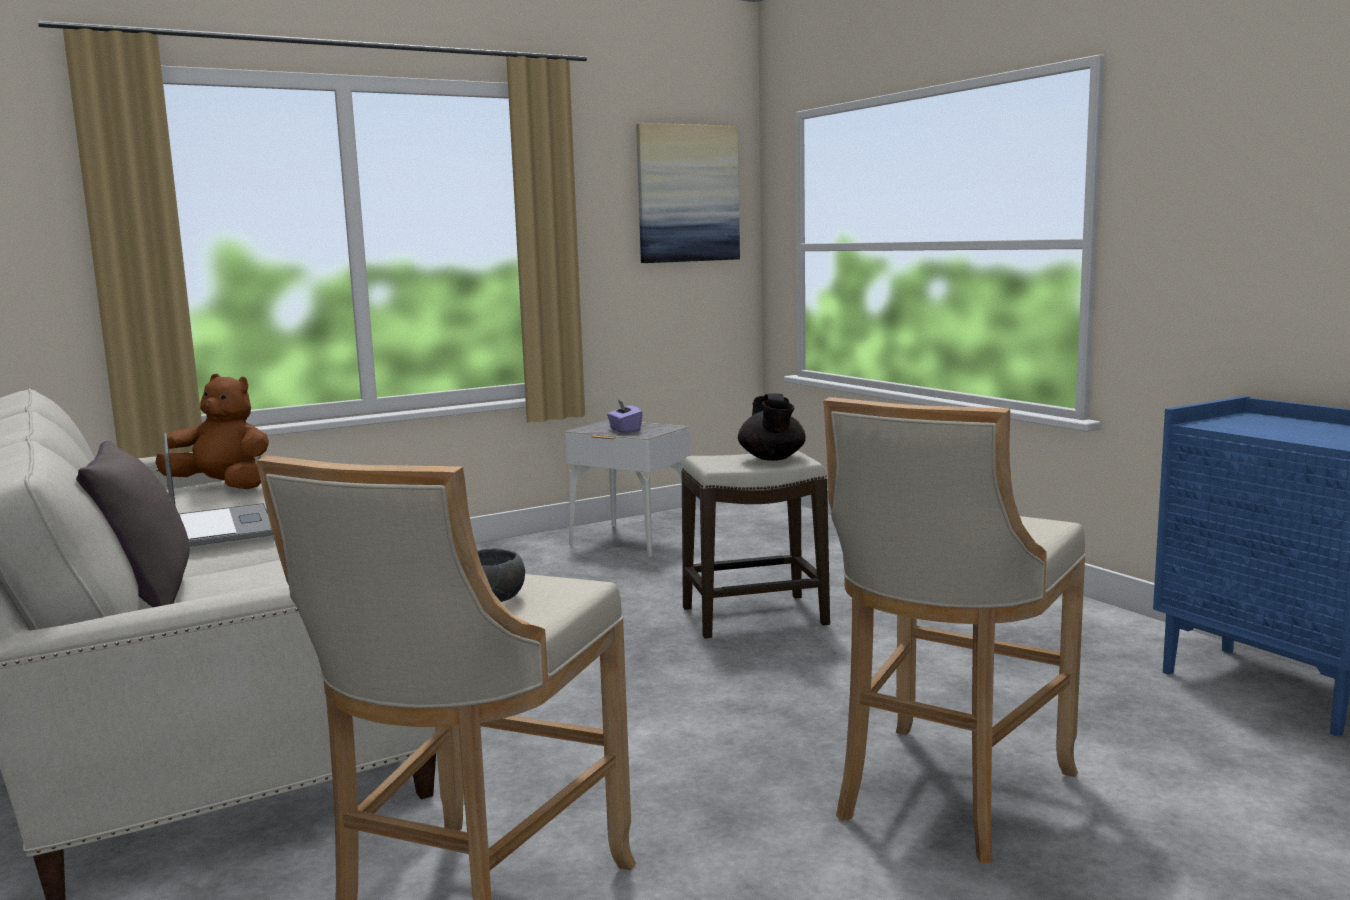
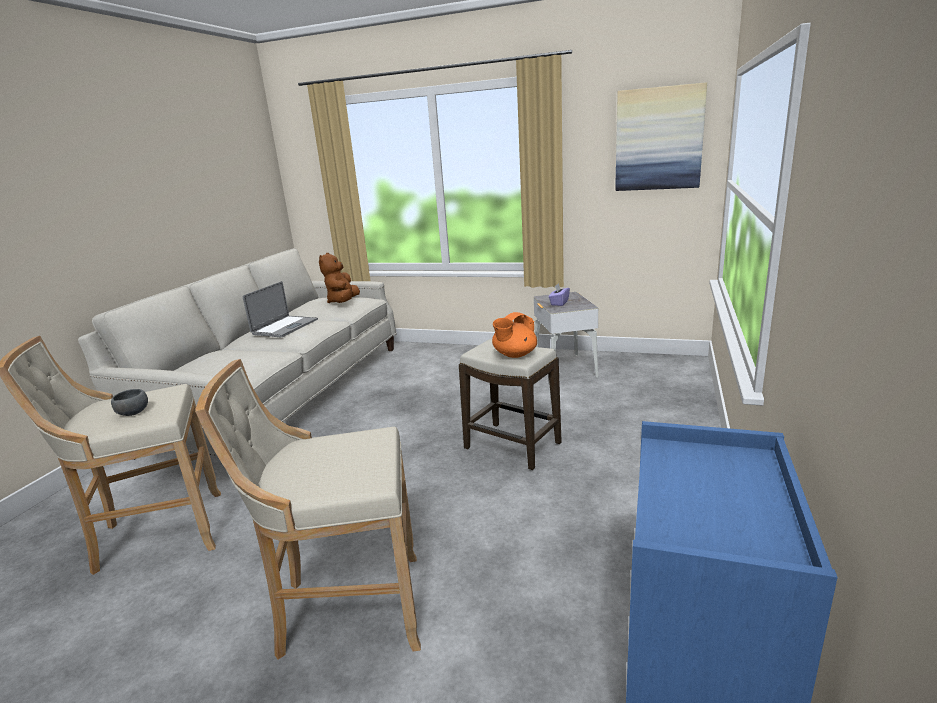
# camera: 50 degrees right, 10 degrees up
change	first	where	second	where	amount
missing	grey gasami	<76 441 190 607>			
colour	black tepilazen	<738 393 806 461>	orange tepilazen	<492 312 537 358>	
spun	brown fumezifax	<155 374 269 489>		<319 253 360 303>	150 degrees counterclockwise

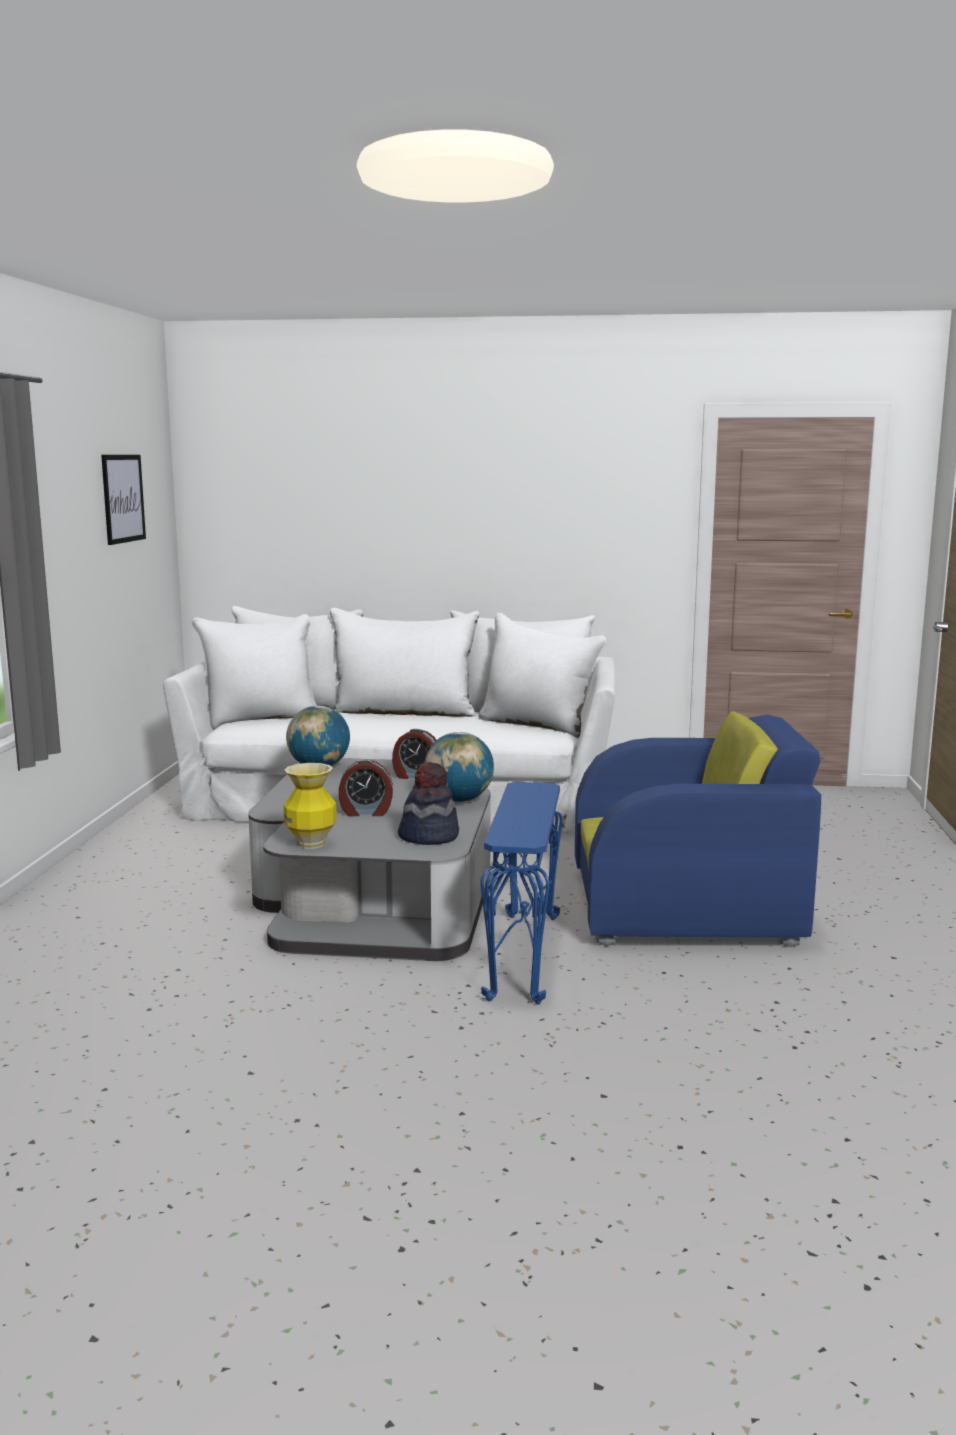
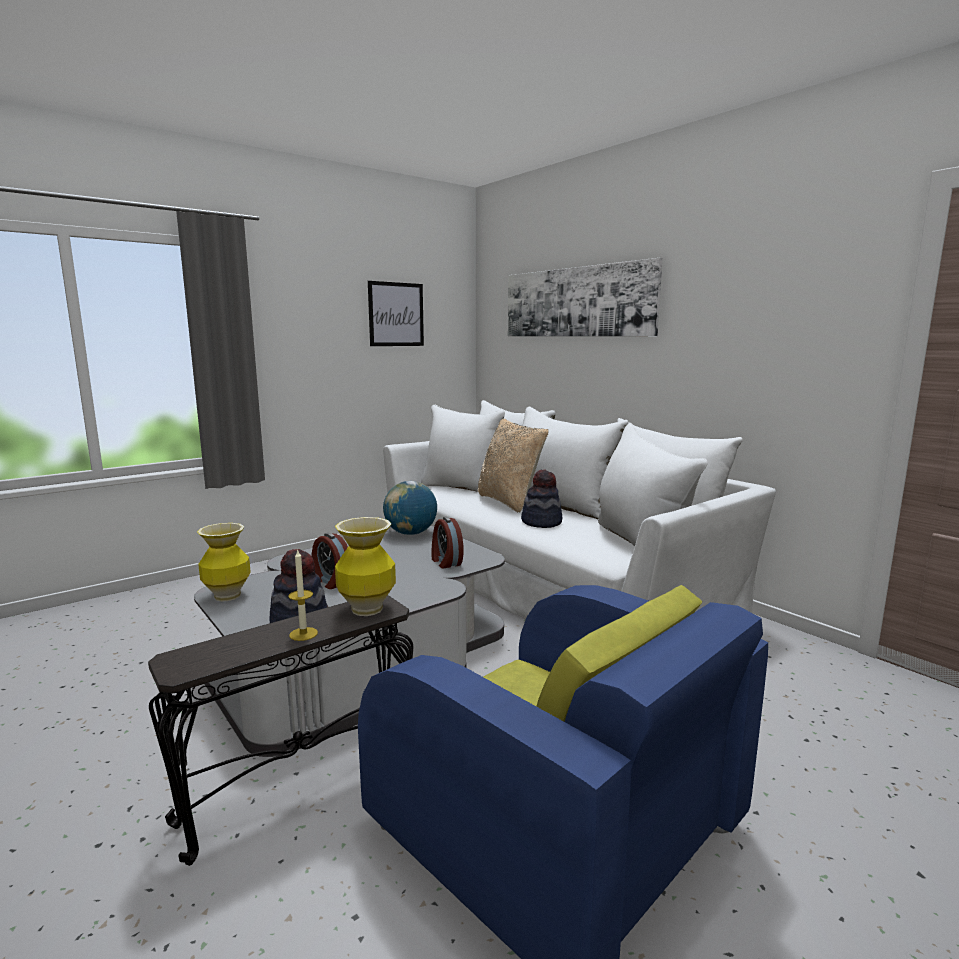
# camera: 45 degrees right, 0 degrees up
change	first	where	second	where	amount
missing	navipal	<425 732 494 802>			
appeared			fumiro	<288 549 318 641>	
appeared			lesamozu	<335 517 396 616>	
appeared			beige gasami	<478 418 549 513>	
appeared			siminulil	<508 258 663 336>	
appeared			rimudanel	<521 470 562 528>	
colour	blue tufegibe	<480 782 563 1004>	black tufegibe	<148 595 413 866>	

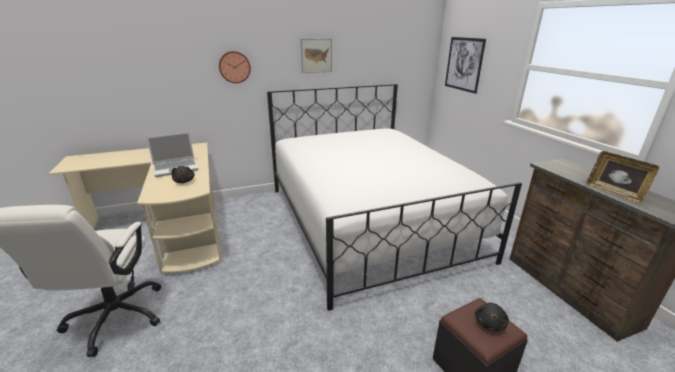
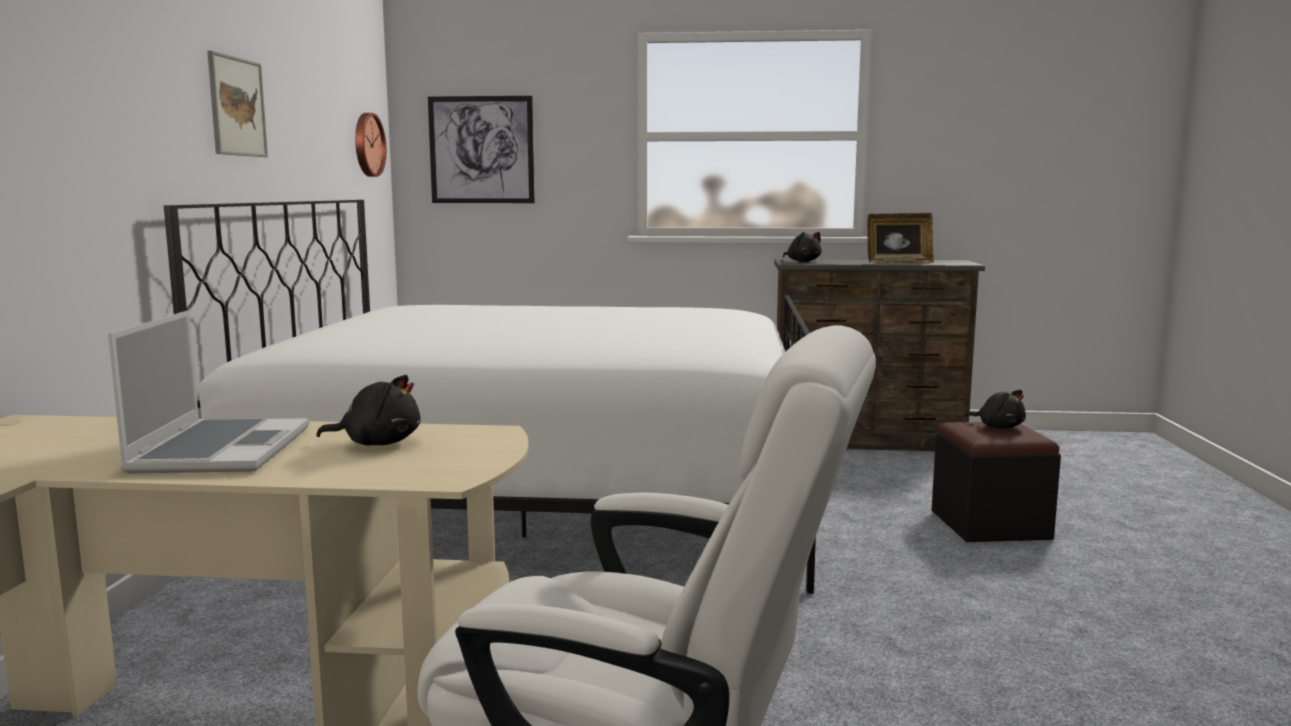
# camera: 65 degrees left, 15 degrees down
change	first	where	second	where	amount
appeared			black fumezifax	<783 232 822 262>	
relocated	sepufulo	<219 51 251 83>		<355 113 386 177>	

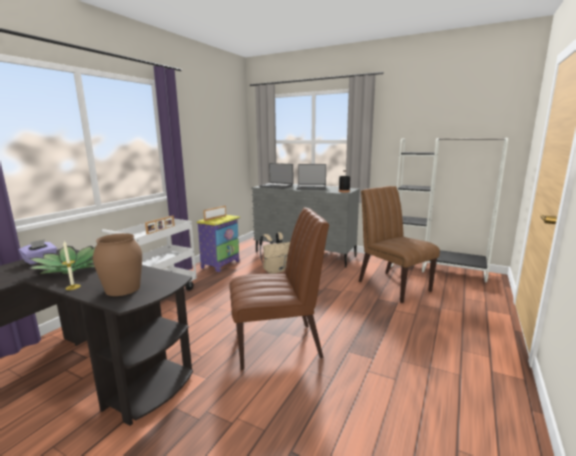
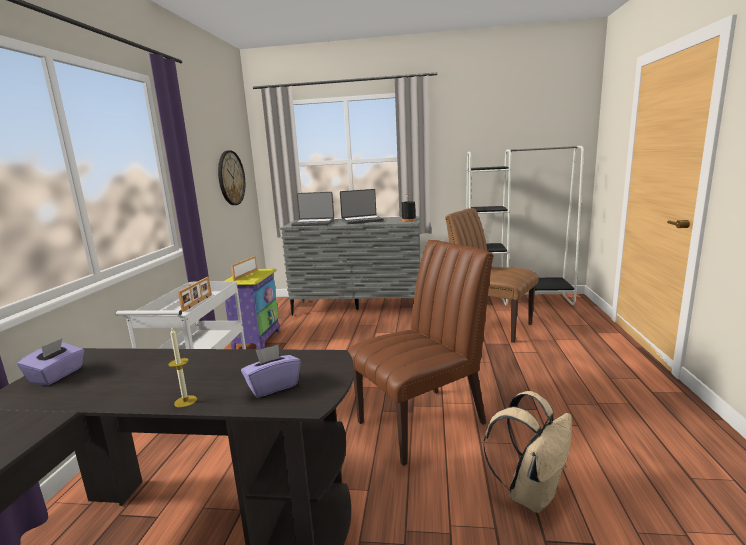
# camera: 20 degrees left, 0 degrees up
change	first	where	second	where	amount
missing	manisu	<28 246 96 275>			
appeared			sepufulo	<218 150 245 205>	
relocated	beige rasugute	<259 232 290 274>		<483 391 572 513>	
exchanged	brown lesamozu	<93 233 142 296>	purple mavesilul	<241 345 301 398>	

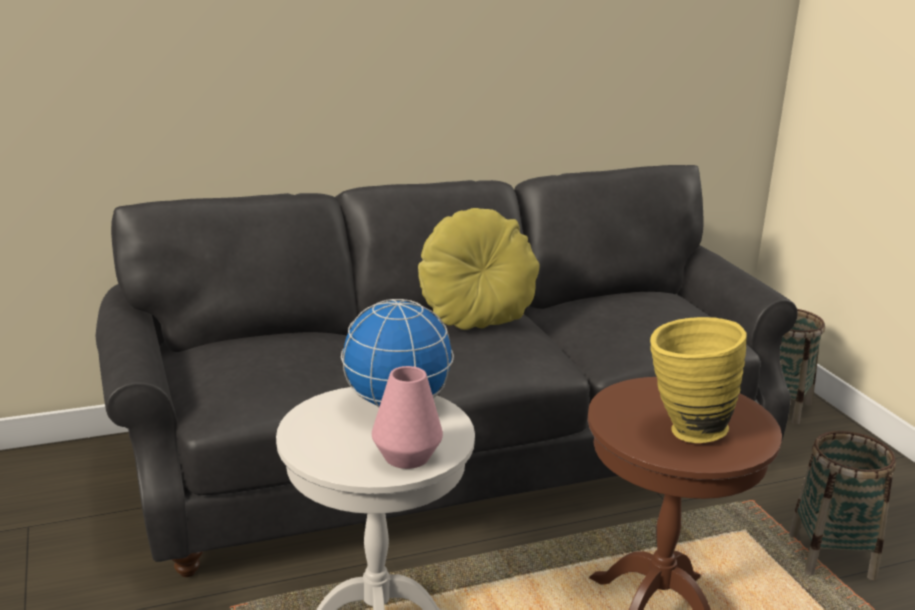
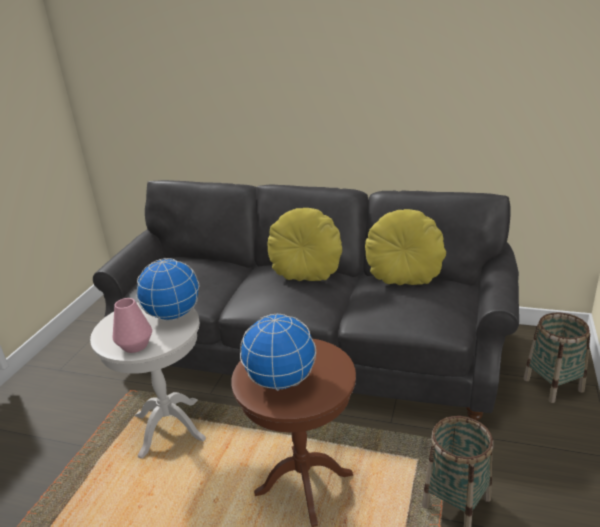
# camera: 40 degrees right, 5 degrees up
change	first	where	second	where	amount
appeared			yellow gasami	<365 209 446 285>	
exchanged	yellow lesamozu	<650 317 747 443>	navipal	<240 313 316 391>	

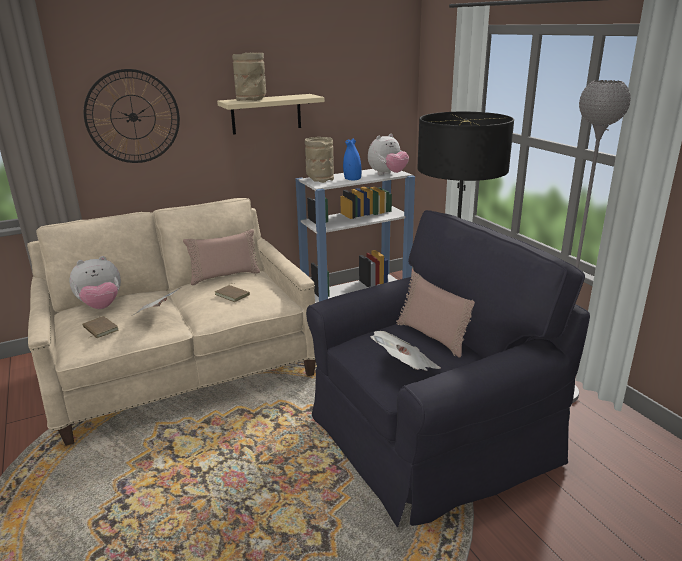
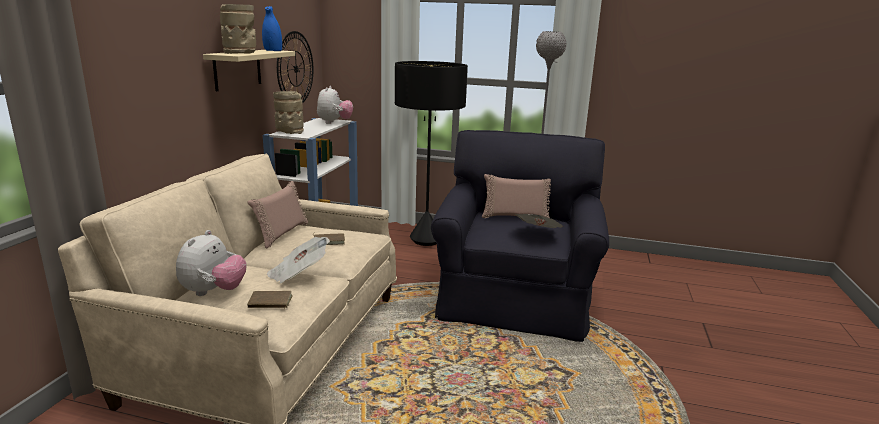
# camera: 50 degrees left, 5 degrees down
change	first	where	second	where	amount
relocated	sepufulo	<84 69 180 163>		<277 31 313 103>	
relocated	blue lesamozu	<343 139 362 180>		<262 6 282 51>	

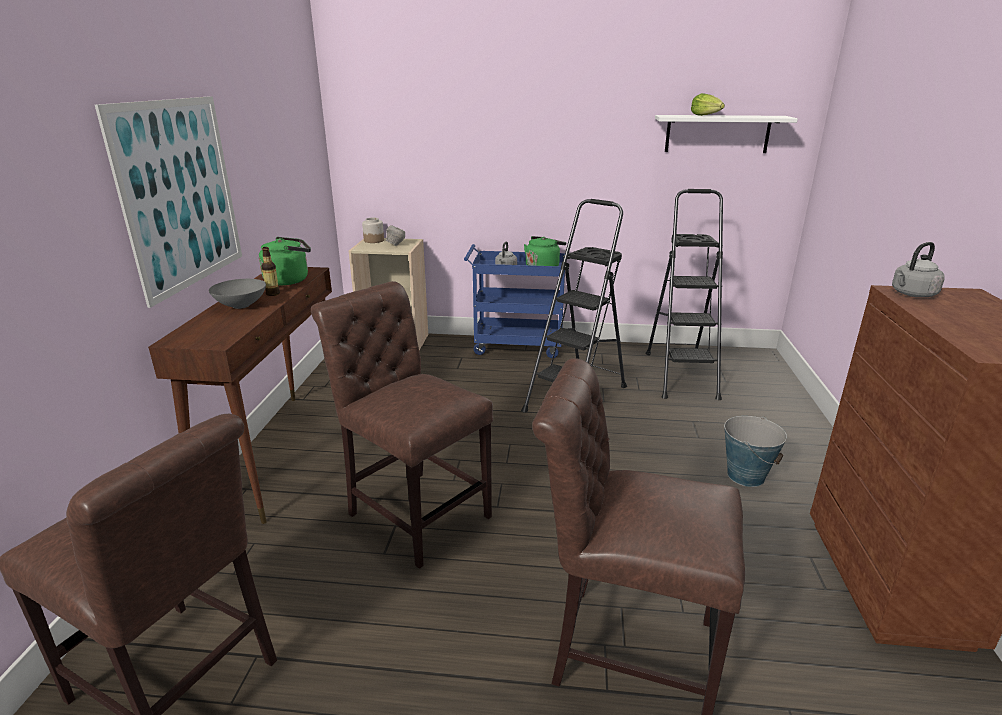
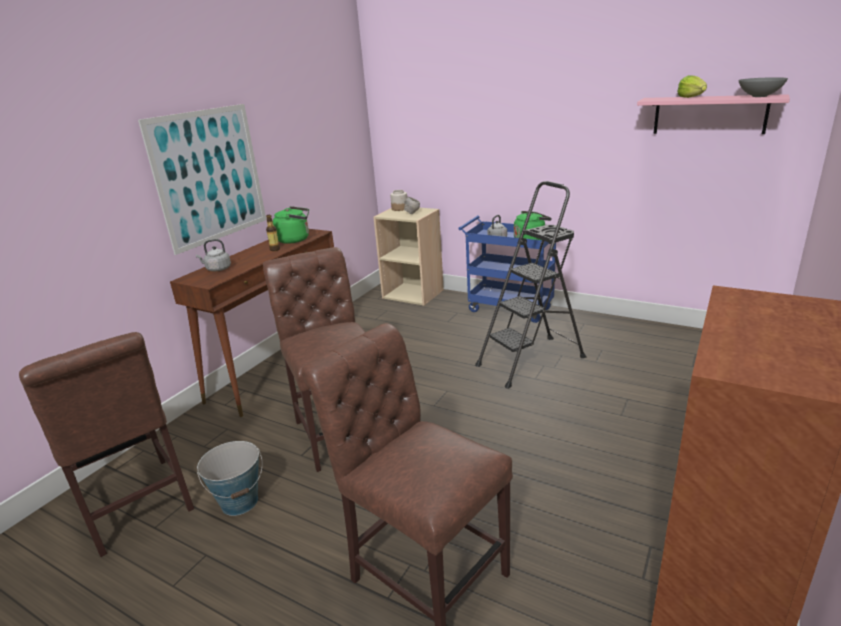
# camera: 25 degrees right, 0 degrees up
change	first	where	second	where	amount
missing	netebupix	<645 189 723 400>			
relocated	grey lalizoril	<209 279 266 309>		<739 77 788 97>	
relocated	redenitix	<724 416 787 487>		<197 441 263 516>	
relocated	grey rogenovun	<892 242 945 297>		<196 239 231 271>	
colour	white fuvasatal	<655 115 798 153>	pink fuvasatal	<637 94 790 134>	

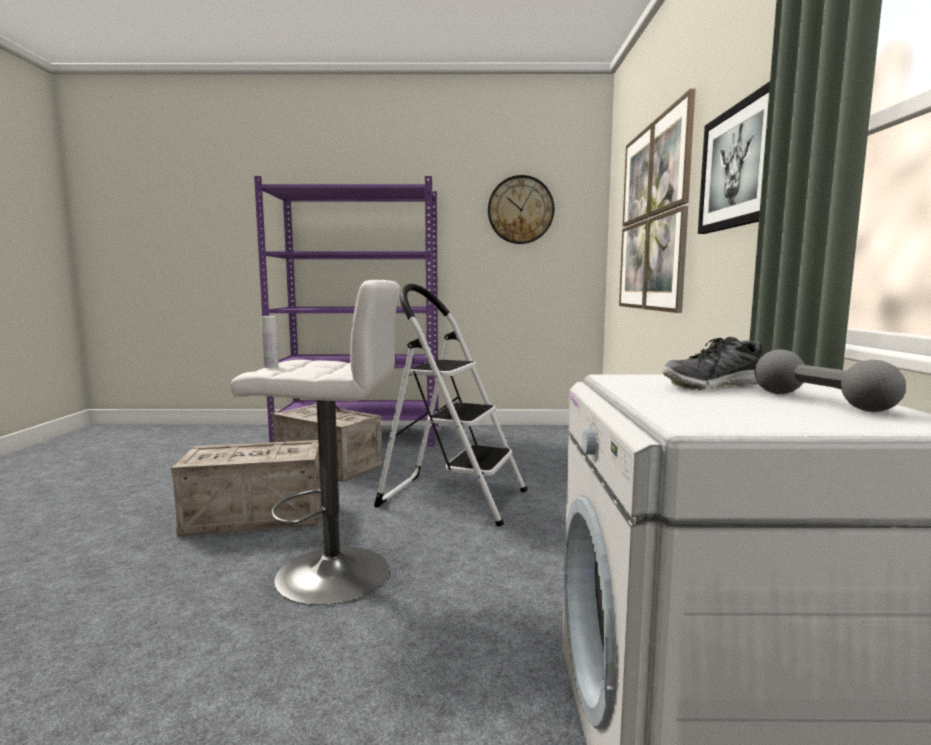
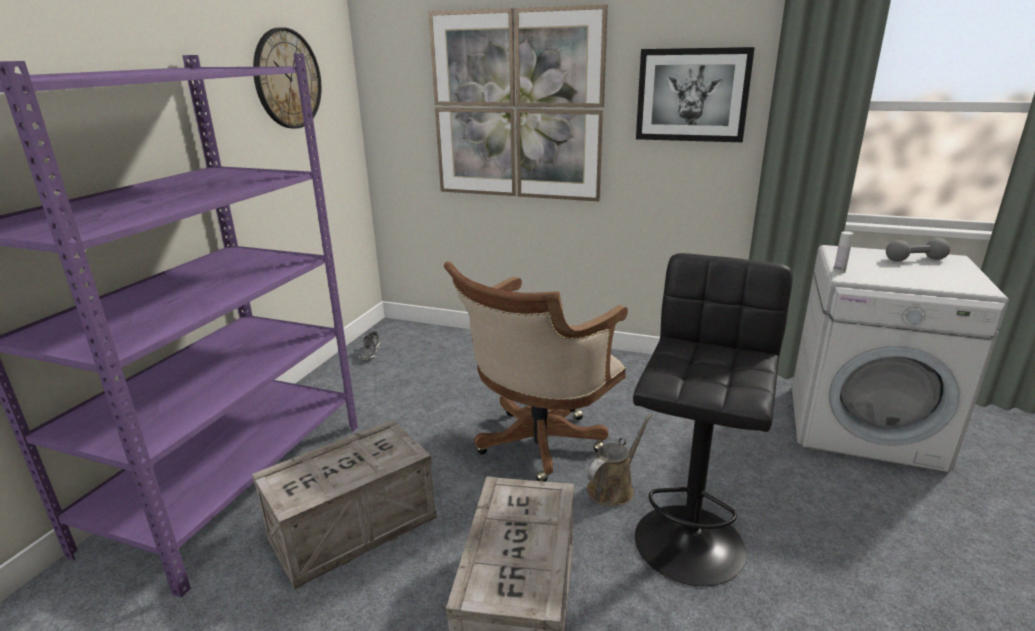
# camera: 70 degrees left, 15 degrees up
change	first	where	second	where	amount
appeared			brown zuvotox	<587 413 652 506>	
relocated	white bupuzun	<261 316 279 368>		<833 231 853 273>	
relocated	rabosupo	<663 337 762 390>		<359 331 381 360>	
exchanged	netebupix	<374 284 527 526>	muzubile	<444 261 628 482>	
colour	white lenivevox	<231 280 400 605>	black lenivevox	<633 253 793 586>	

